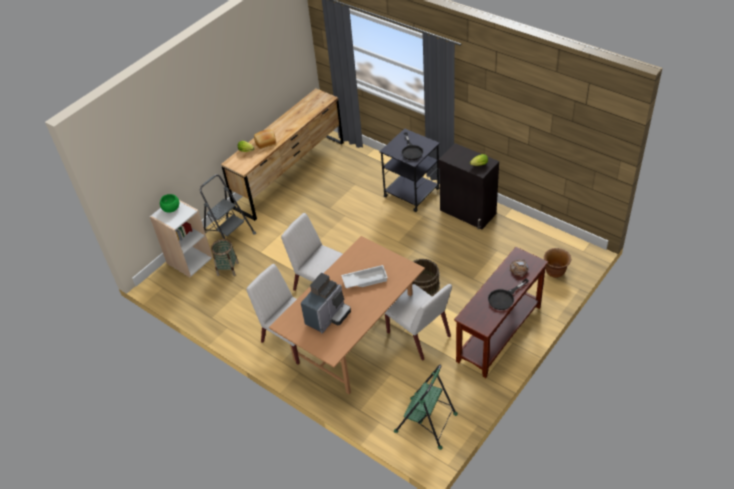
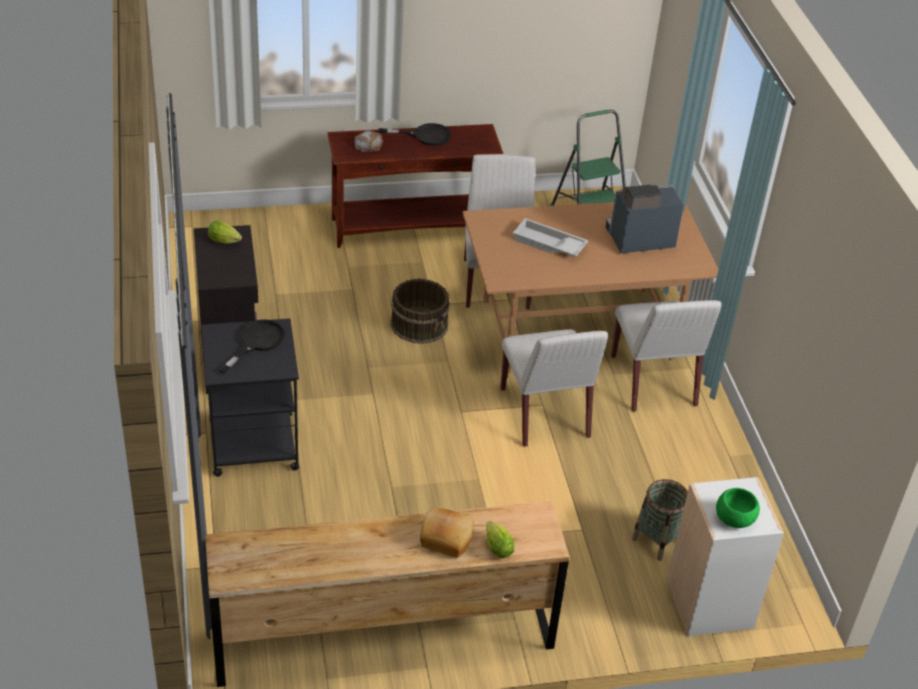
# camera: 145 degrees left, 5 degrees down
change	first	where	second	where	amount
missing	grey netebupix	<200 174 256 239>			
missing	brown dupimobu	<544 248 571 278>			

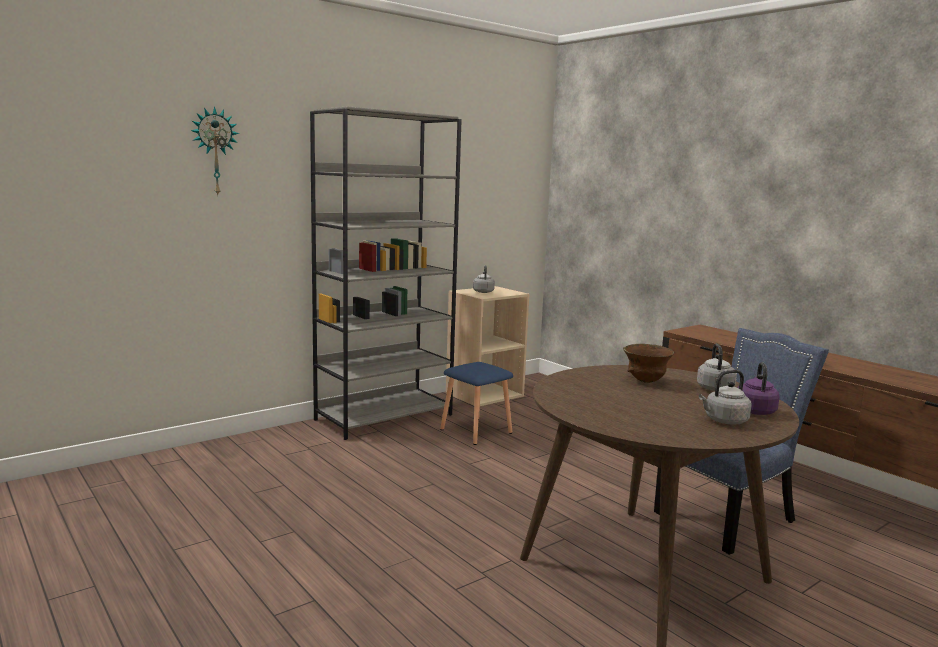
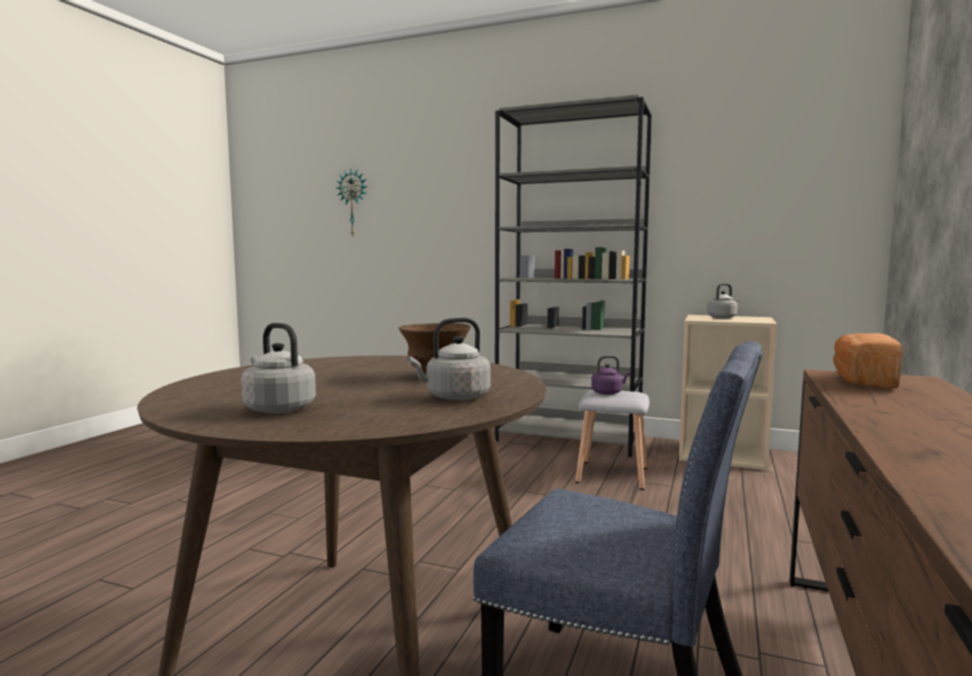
# camera: 60 degrees right, 5 degrees down
change	first	where	second	where	amount
appeared			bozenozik	<833 333 902 389>	
relocated	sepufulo	<190 107 239 195>		<336 169 367 236>	
relocated	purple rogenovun	<737 362 780 415>		<591 355 631 395>	
colour	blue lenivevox	<440 362 513 445>	grey lenivevox	<575 390 649 490>	

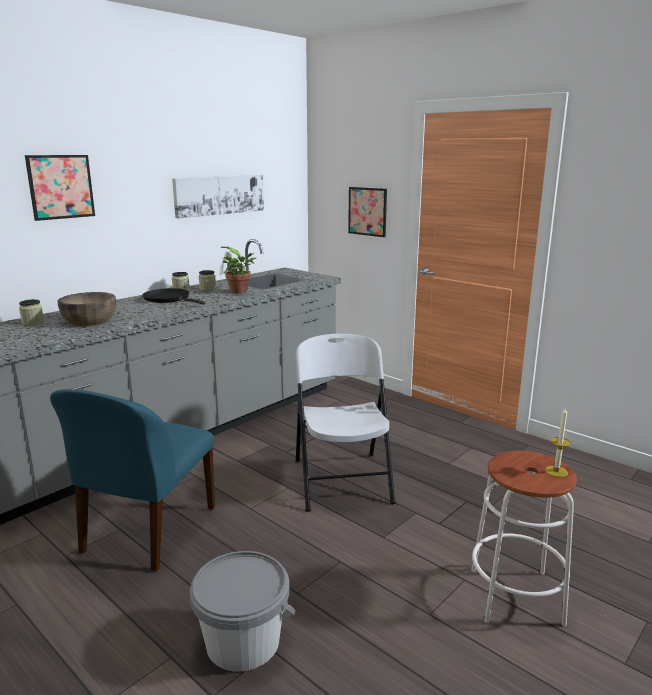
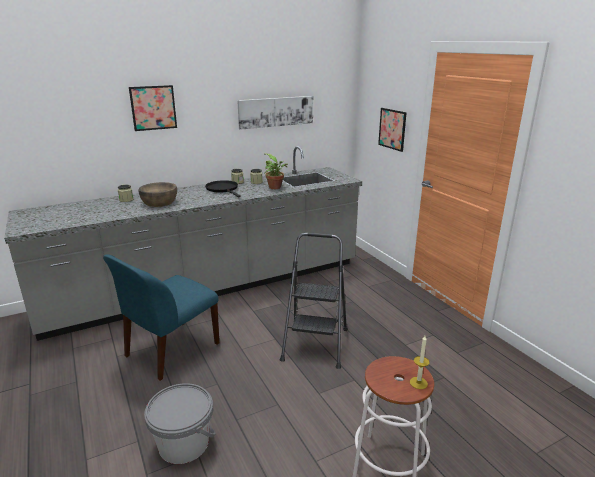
# camera: 20 degrees right, 5 degrees up
change	first	where	second	where	amount
exchanged	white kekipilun	<295 334 396 512>	black netebupix	<280 232 348 369>	

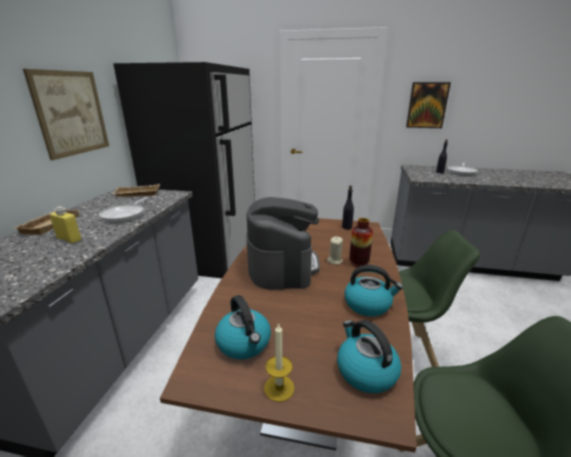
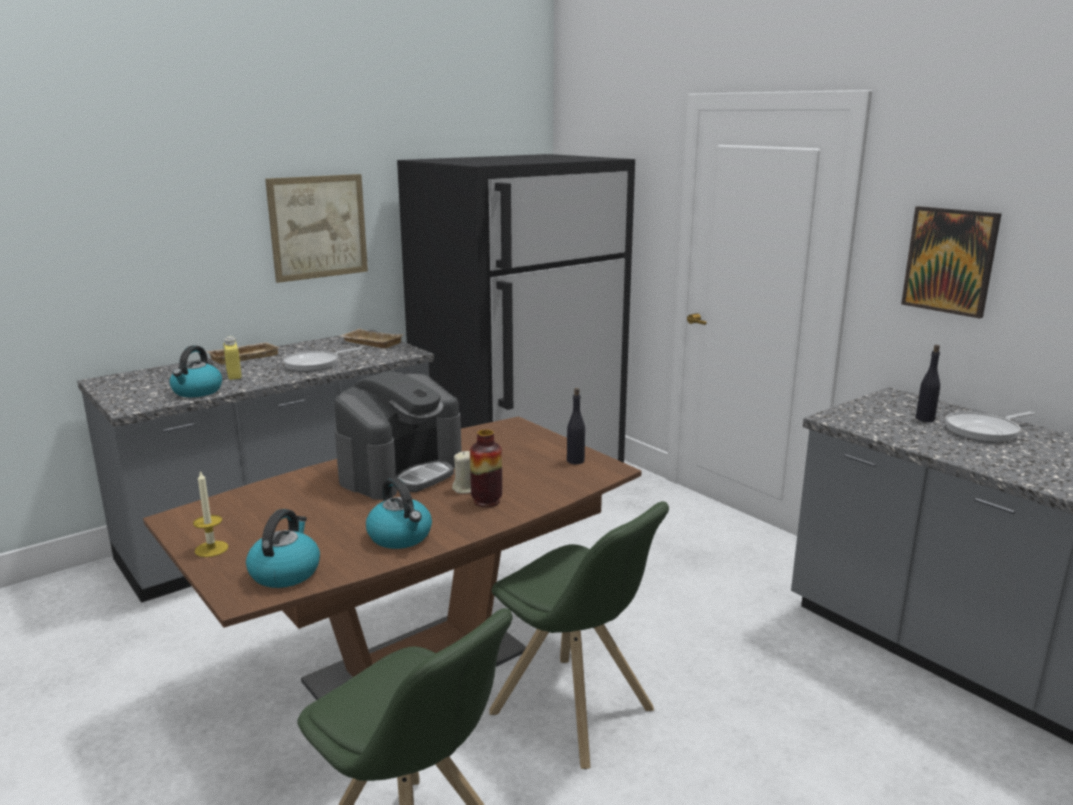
# camera: 40 degrees right, 5 degrees down
change	first	where	second	where	amount
relocated	rogenovun	<215 295 271 359>		<170 346 222 397>	

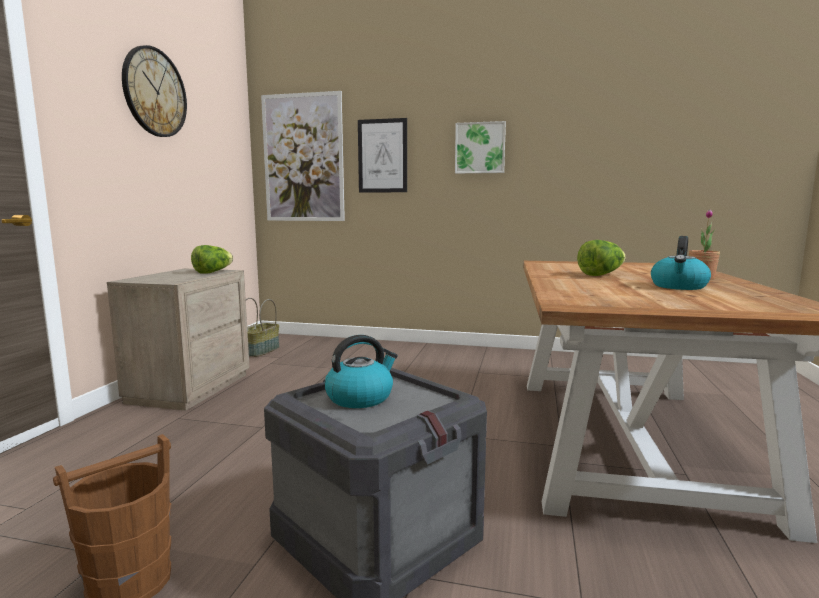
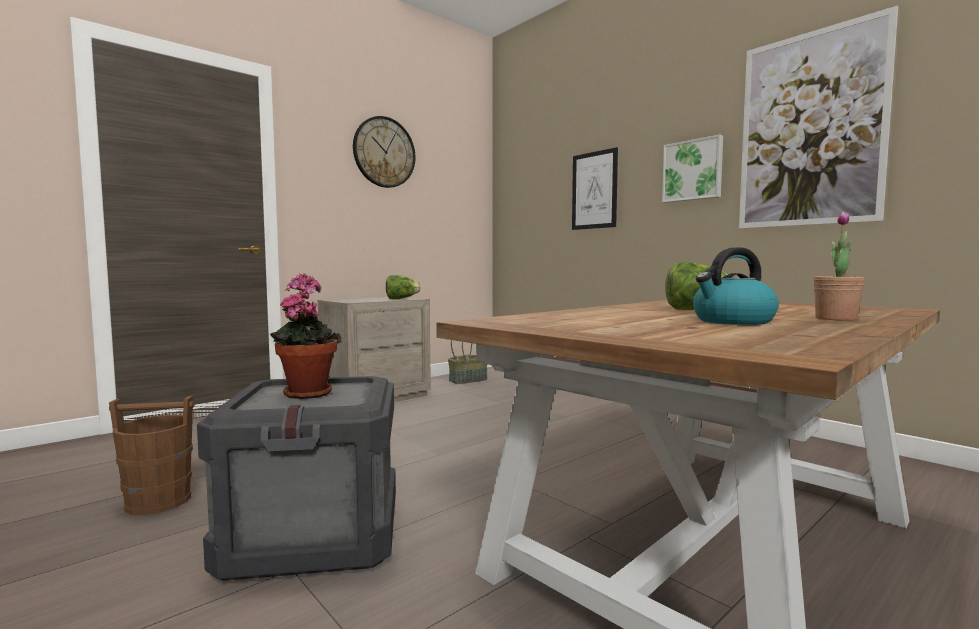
# camera: 35 degrees right, 5 degrees down
change	first	where	second	where	amount
relocated	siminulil	<261 91 345 221>		<739 5 898 229>	
exchanged	rogenovun	<325 335 398 408>	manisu	<270 273 342 399>	

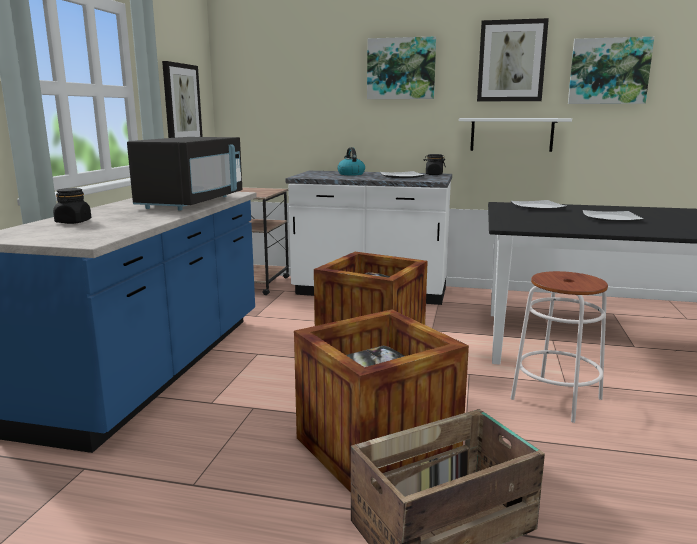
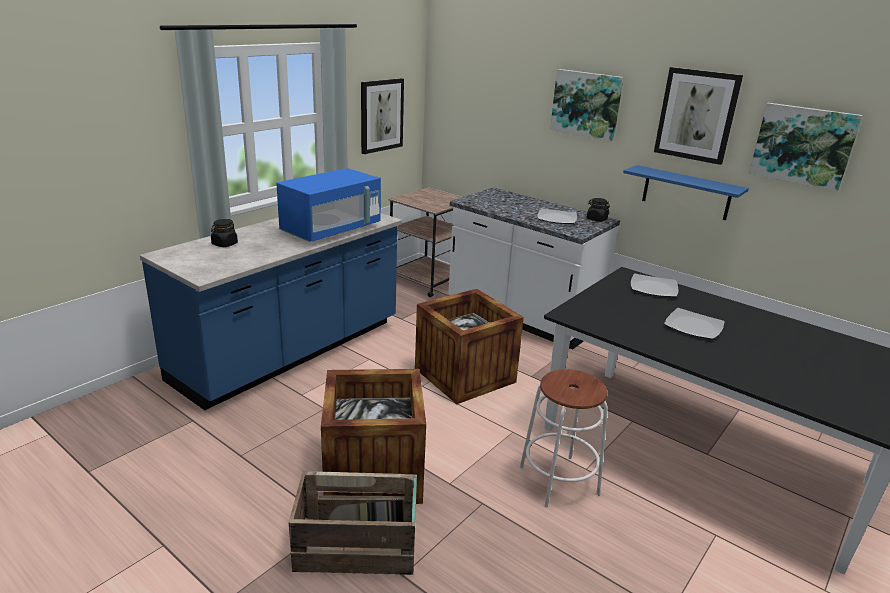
# camera: 25 degrees right, 10 degrees up
change	first	where	second	where	amount
missing	rogenovun	<337 147 365 175>			
colour	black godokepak	<127 137 242 210>	blue godokepak	<276 168 381 242>	
colour	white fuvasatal	<459 118 572 152>	blue fuvasatal	<623 165 749 220>	

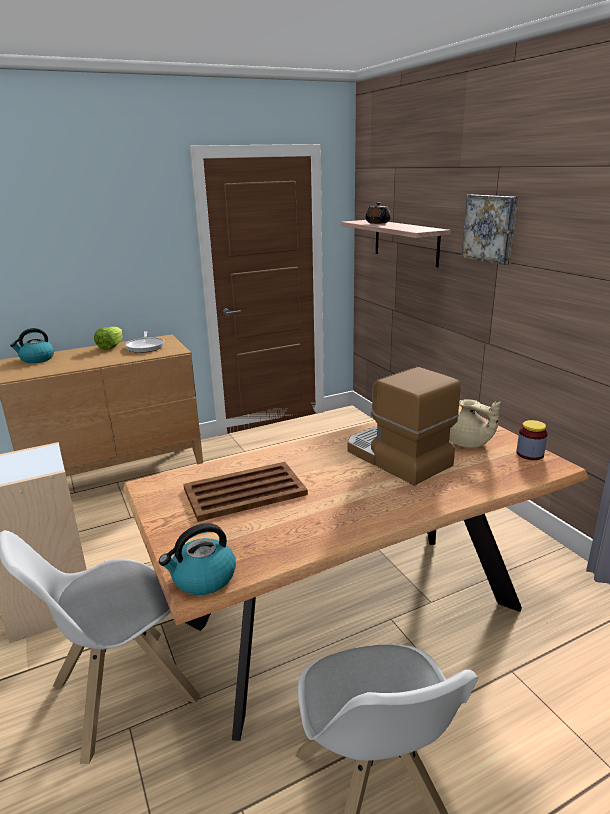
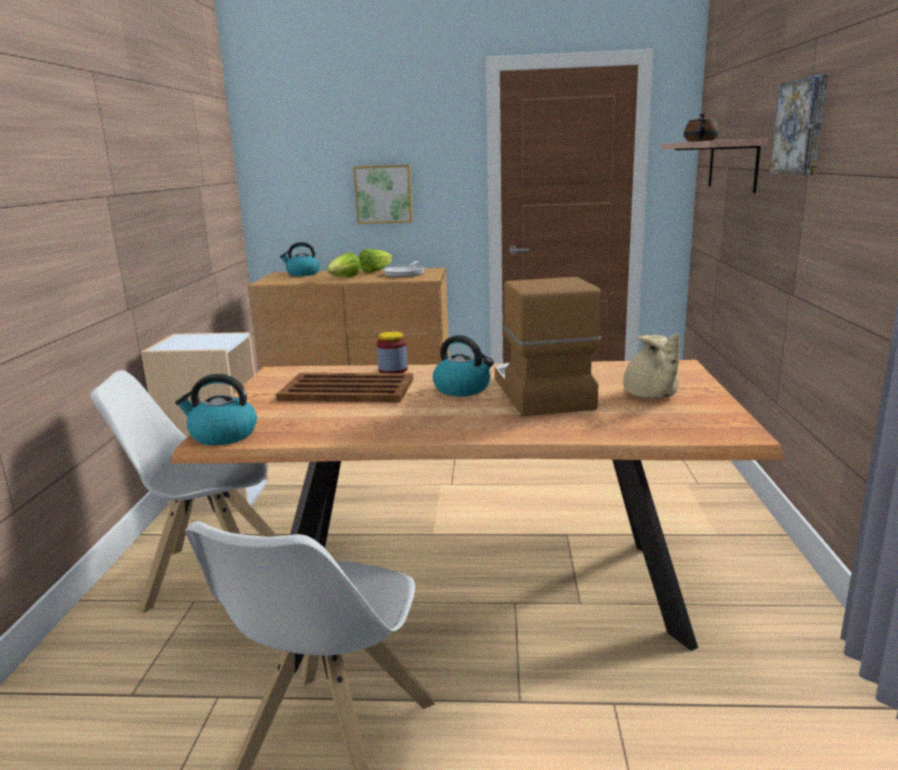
# camera: 30 degrees right, 5 degrees down
change	first	where	second	where	amount
appeared			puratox	<327 252 361 277>	
appeared			siminulil	<353 164 413 224>	
appeared			rogenovun	<433 335 494 396>	
relocated	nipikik	<517 420 548 460>		<377 331 408 373>	

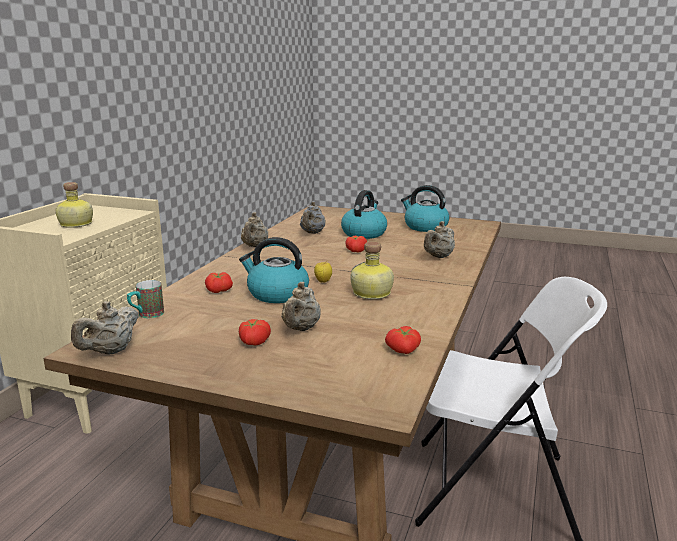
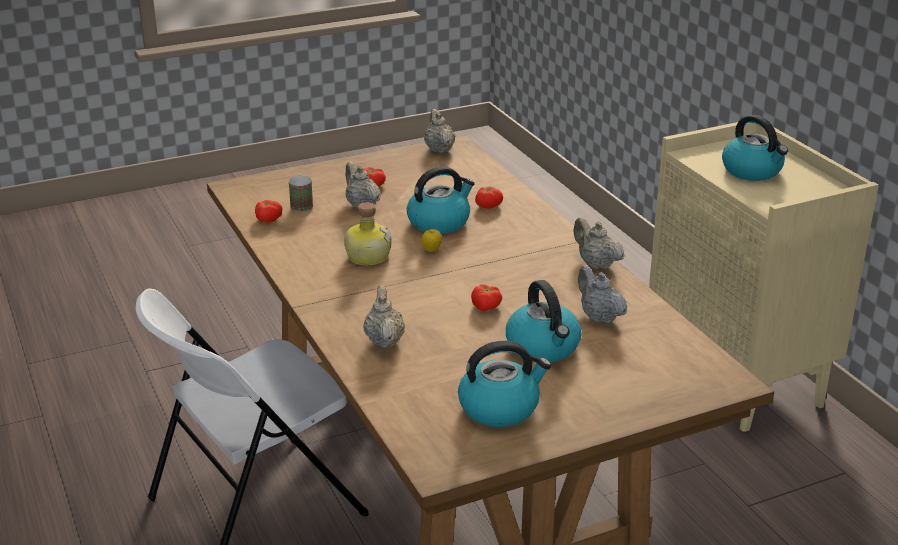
# camera: 135 degrees right, 10 degrees up
change	first	where	second	where	amount
relocated	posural	<127 280 164 318>		<289 174 313 212>	
exchanged	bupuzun	<55 182 93 228>	rogenovun	<722 115 788 181>	

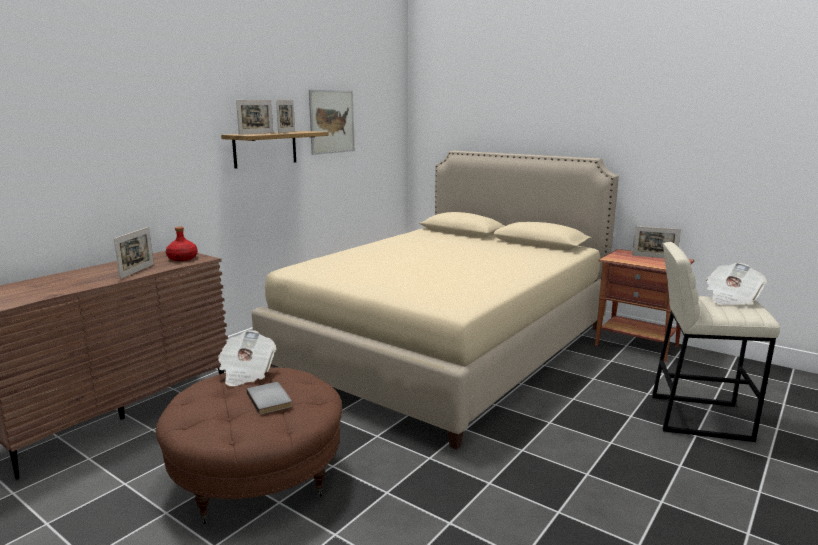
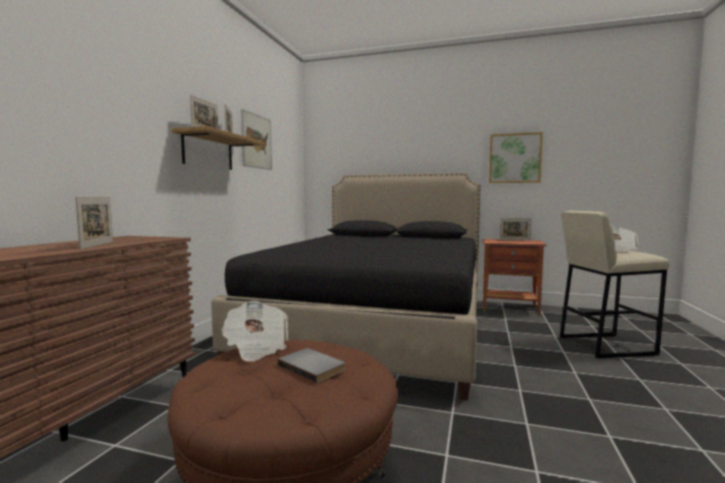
# camera: 20 degrees left, 10 degrees down
change	first	where	second	where	amount
missing	red bupuzun	<166 227 198 261>			
appeared			siminulil	<489 132 543 183>	
colour	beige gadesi	<252 151 619 450>	black gadesi	<211 173 481 400>	

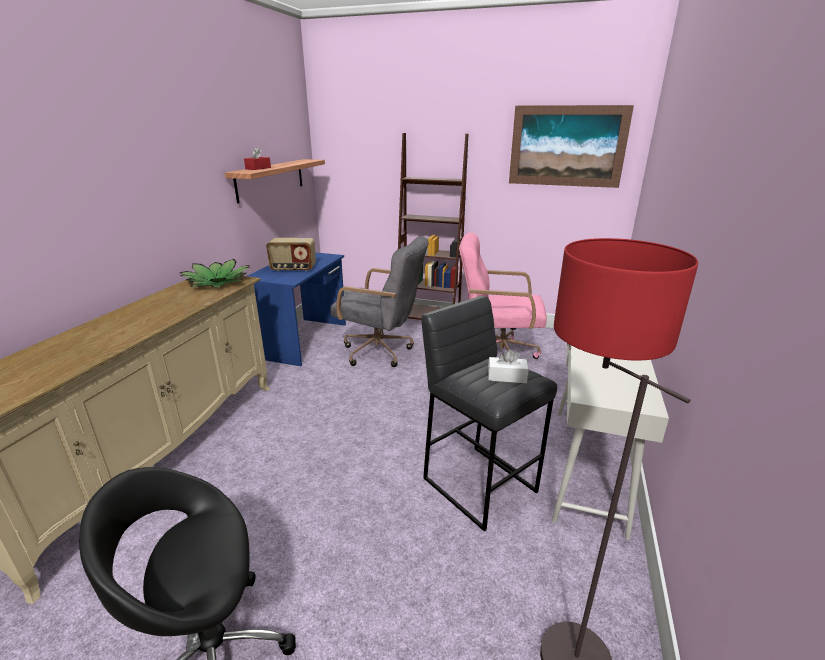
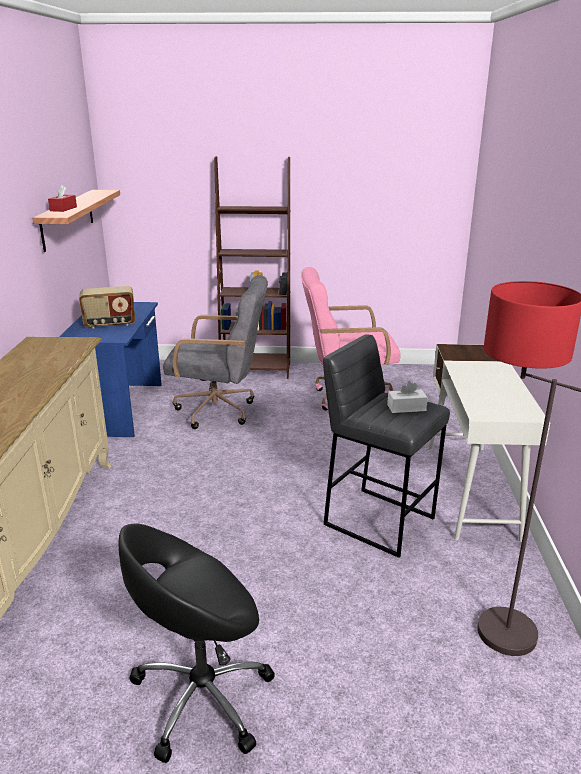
# camera: 15 degrees left, 0 degrees up
change	first	where	second	where	amount
missing	manisu	<179 259 250 288>			
missing	siminulil	<509 105 634 188>			

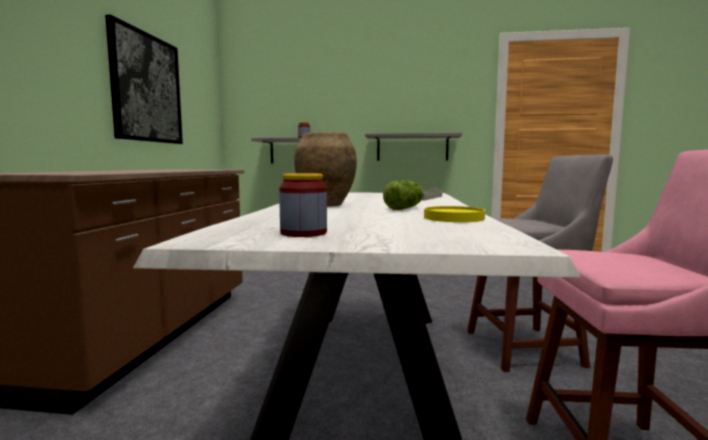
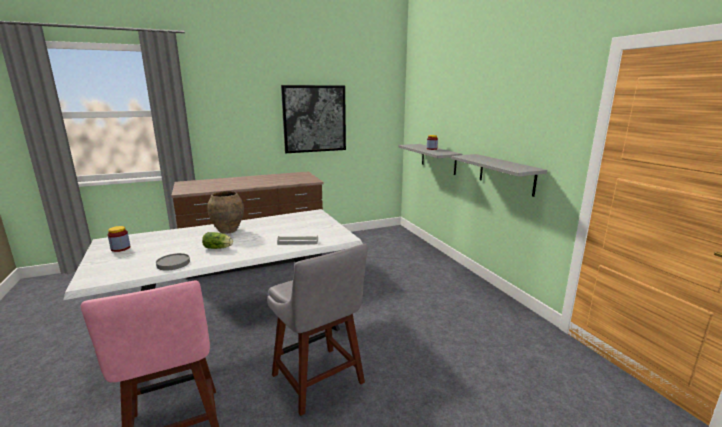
# camera: 60 degrees right, 10 degrees up
change	first	where	second	where	amount
colour	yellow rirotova	<424 206 485 222>	grey rirotova	<156 253 190 270>	

